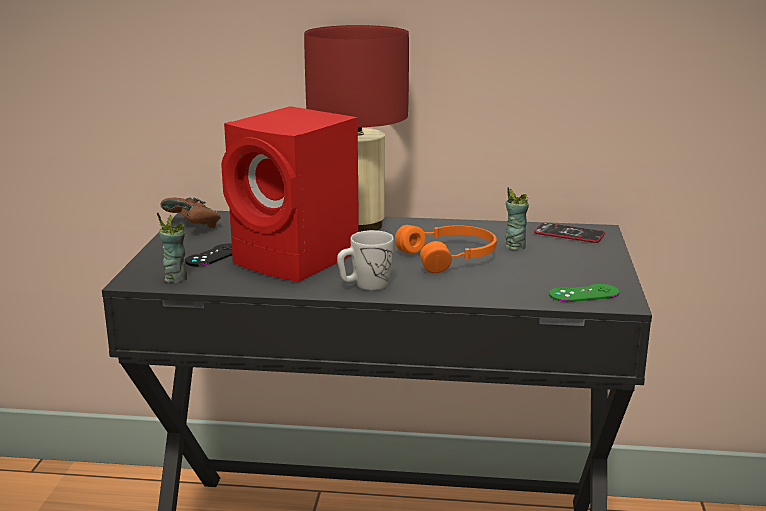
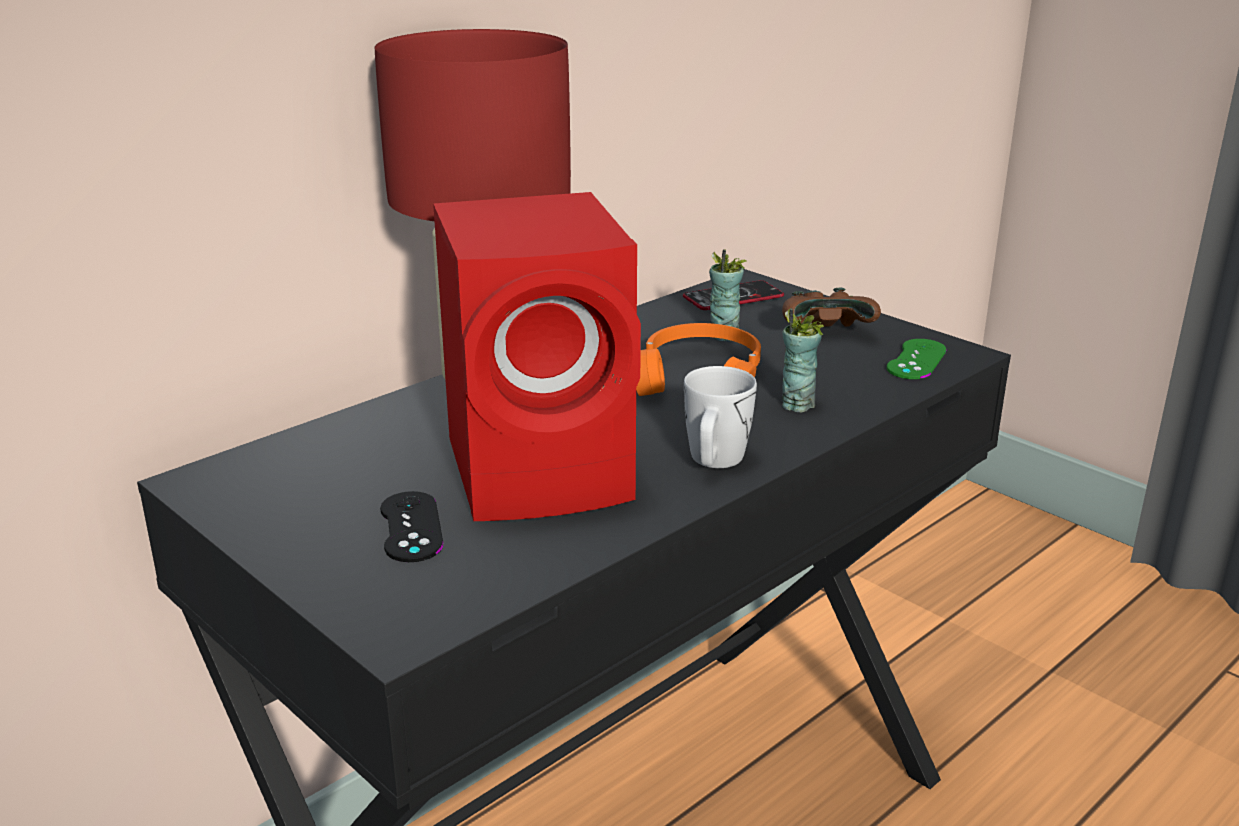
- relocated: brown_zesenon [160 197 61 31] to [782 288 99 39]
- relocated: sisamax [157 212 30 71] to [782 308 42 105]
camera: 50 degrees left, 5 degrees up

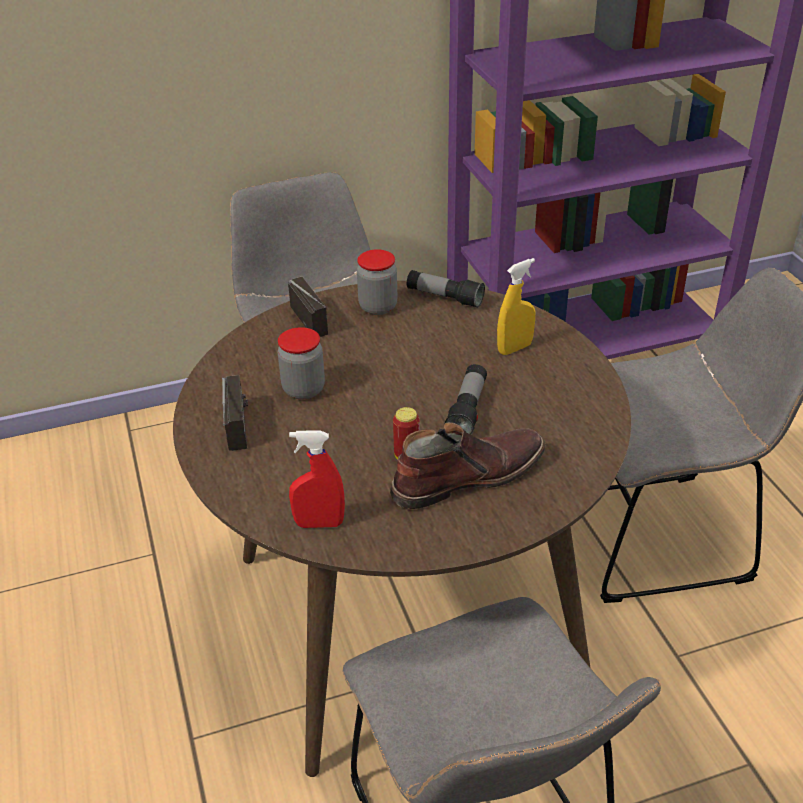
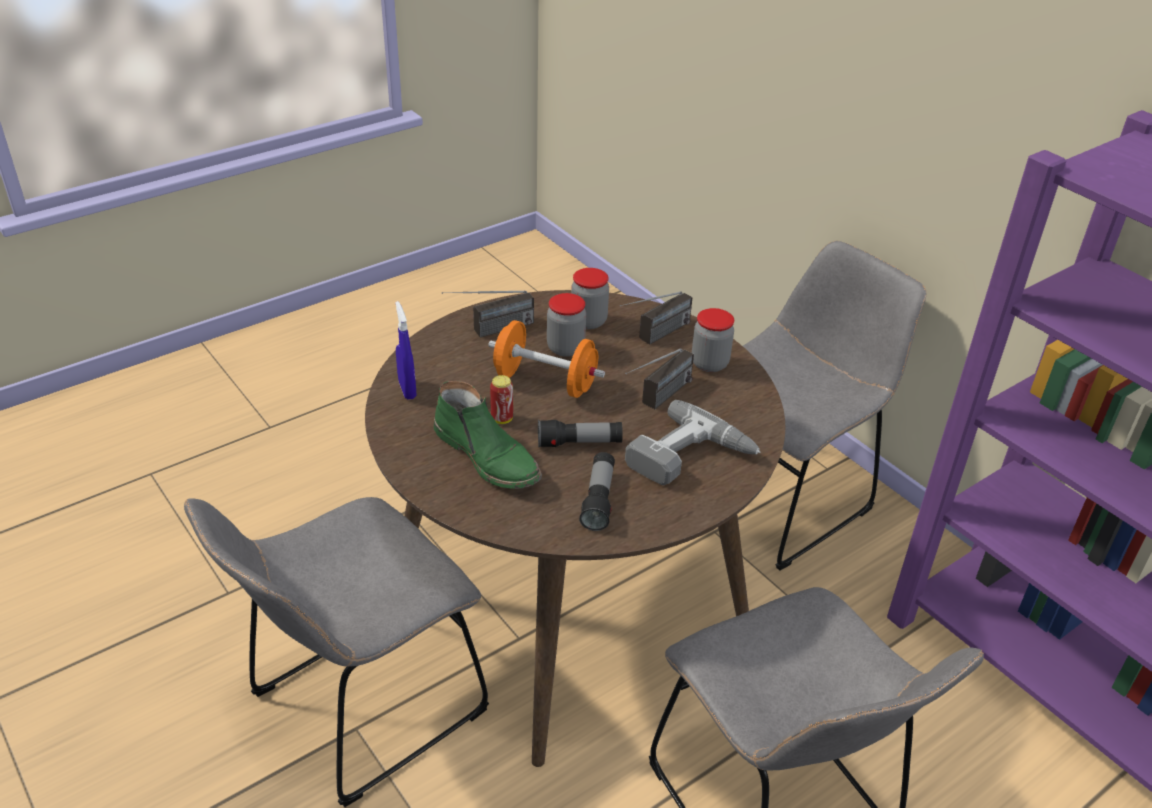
- colour: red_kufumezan [289 430 56 98] to blue_kufumezan [396 301 21 99]
- colour: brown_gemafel [390 422 156 87] to green_gemafel [434 381 108 108]
- appeared: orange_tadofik [488 320 117 78]
- appeared: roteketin [571 268 38 61]
- relocated: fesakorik [407 270 78 38] to [579 452 36 79]
- appeared: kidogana [625 349 69 60]
- exchanged: yellow_kufumezan [497 258 38 97] to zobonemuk [625 400 135 85]
camera: 70 degrees right, 0 degrees up

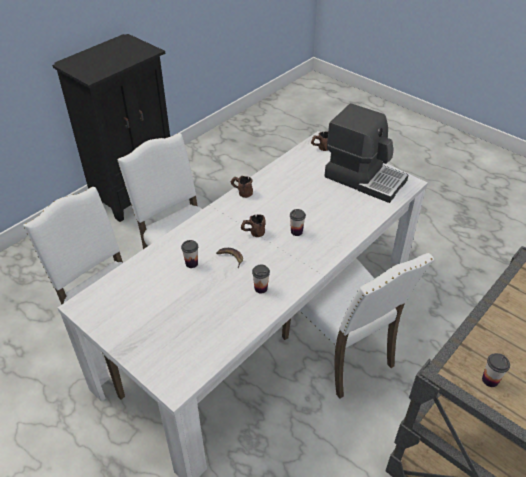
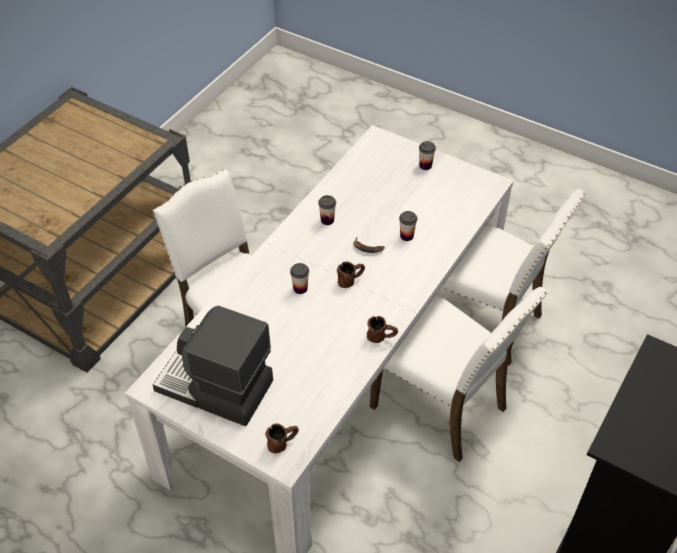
- relocated: sisamax [482 353 28 34] to [419 141 17 29]
camera: 170 degrees right, 5 degrees up

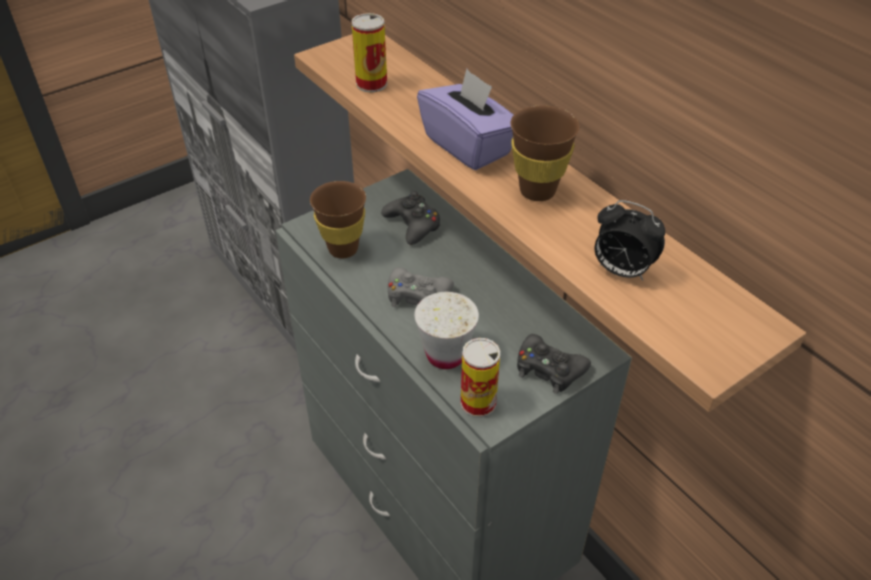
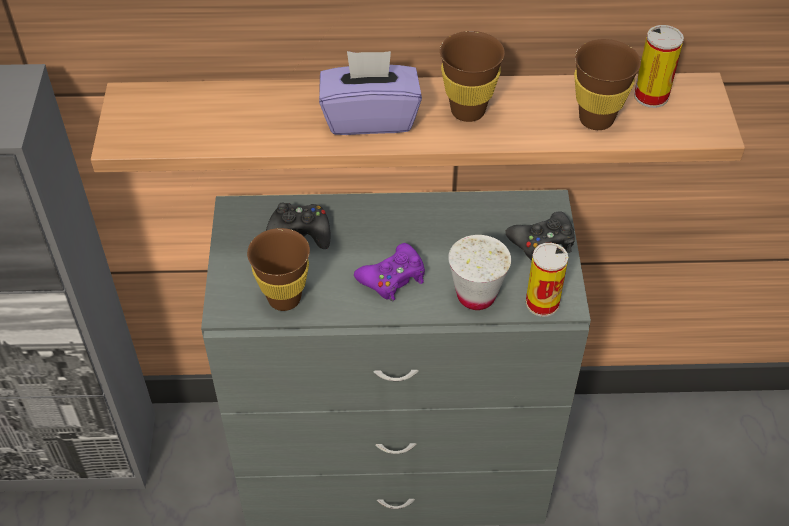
- colour: grey_zesenon [388 267 66 40] to purple_zesenon [354 243 71 58]
- exchanged: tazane [594 200 71 81] to brown_sisamax [574 39 67 91]
- relocated: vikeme [351 13 36 80] to [634 25 50 83]
camera: 55 degrees left, 5 degrees up

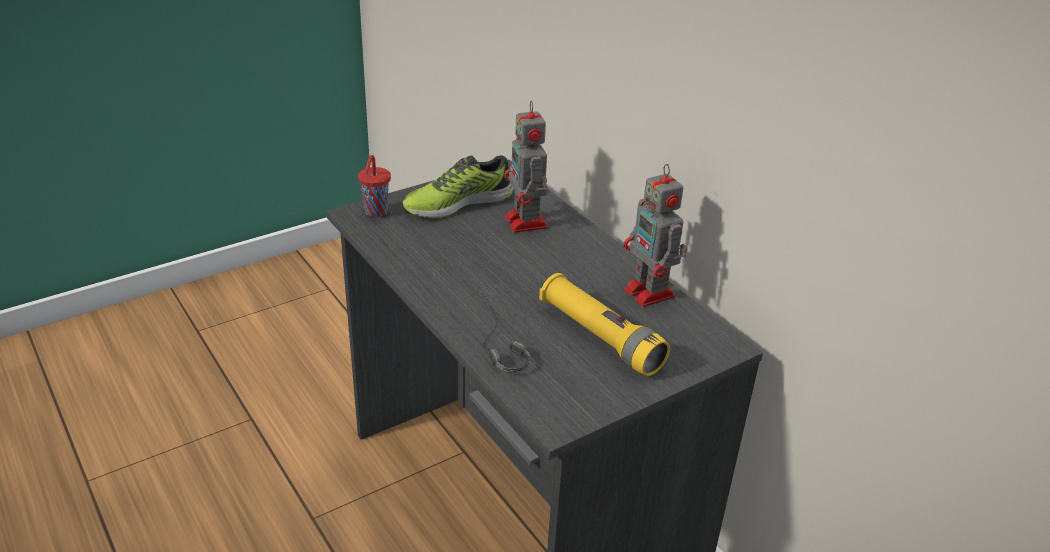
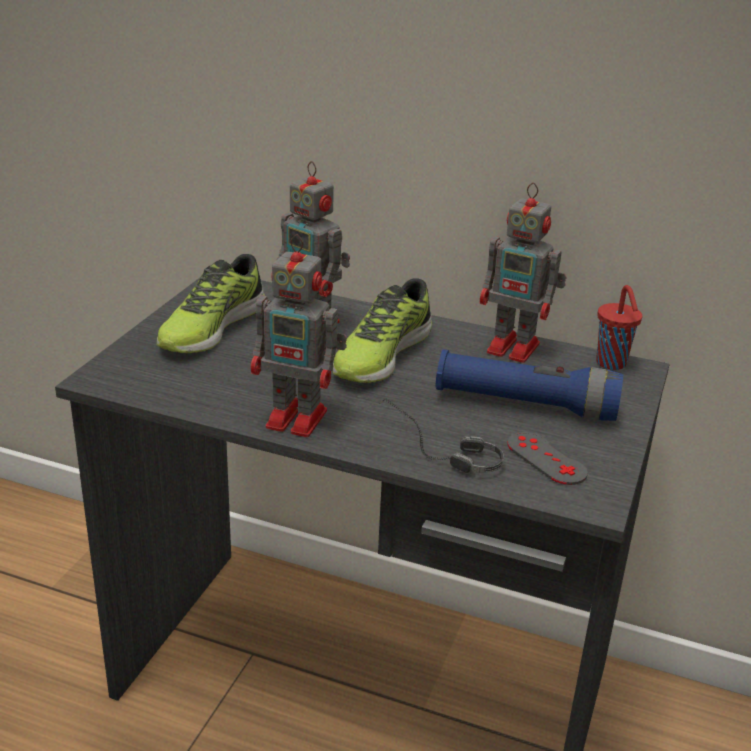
- appeared: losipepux [251 234 96 203]
- appeared: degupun [332 278 100 105]
- colour: yellow_fesakorik [539 273 131 103] to blue_fesakorik [435 349 188 72]
- appeared: grey_zesenon [507 432 81 53]
- relocated: red_sisamax [358 155 33 62] to [596 285 46 85]
camera: 35 degrees left, 5 degrees down

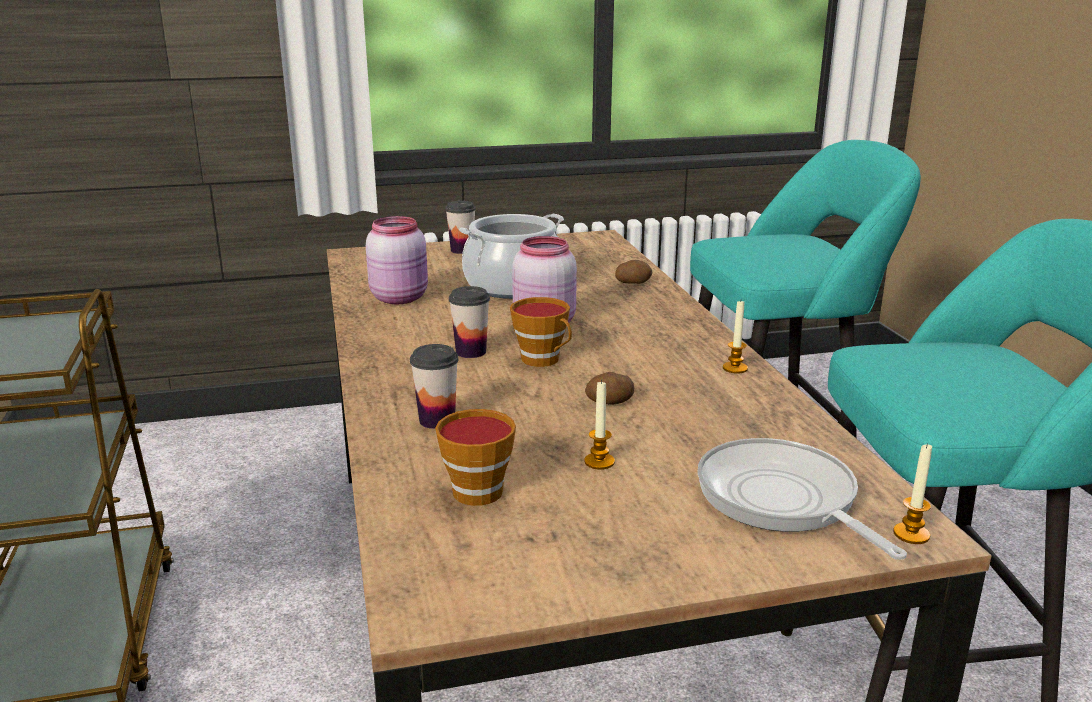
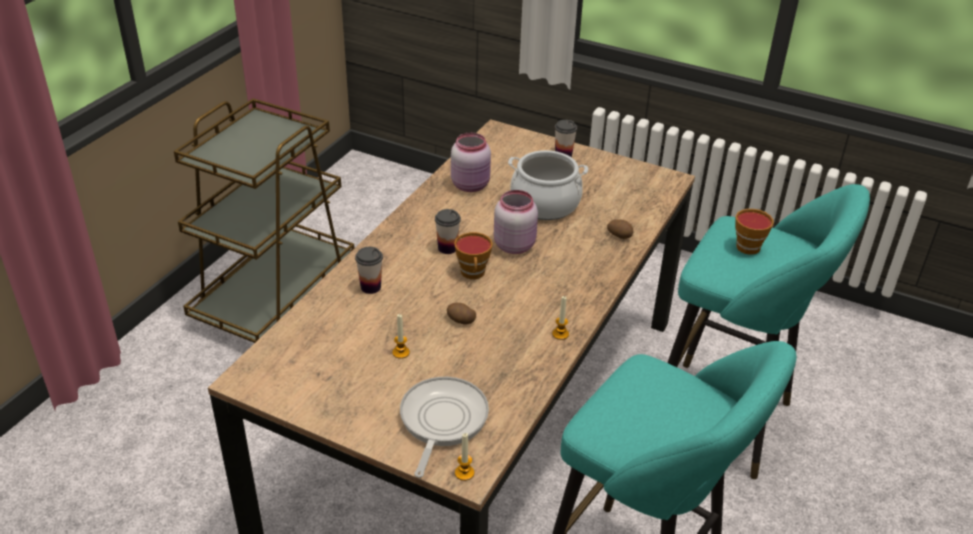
- relocated: sisamax [435 409 81 97] to [735 209 39 46]
camera: 40 degrees right, 15 degrees up

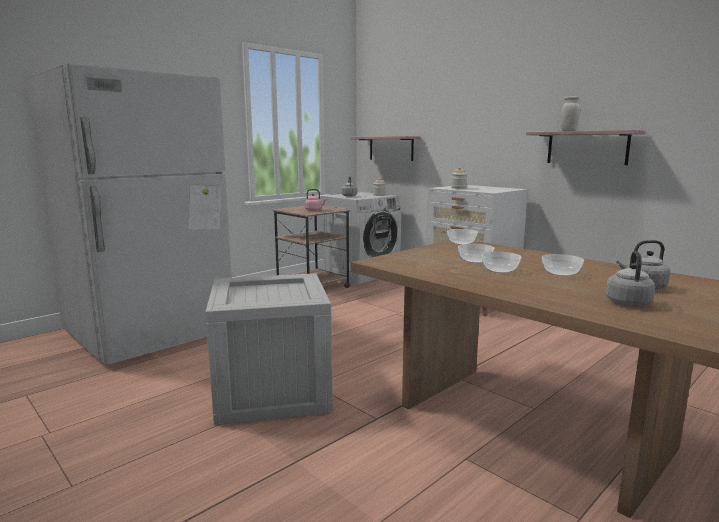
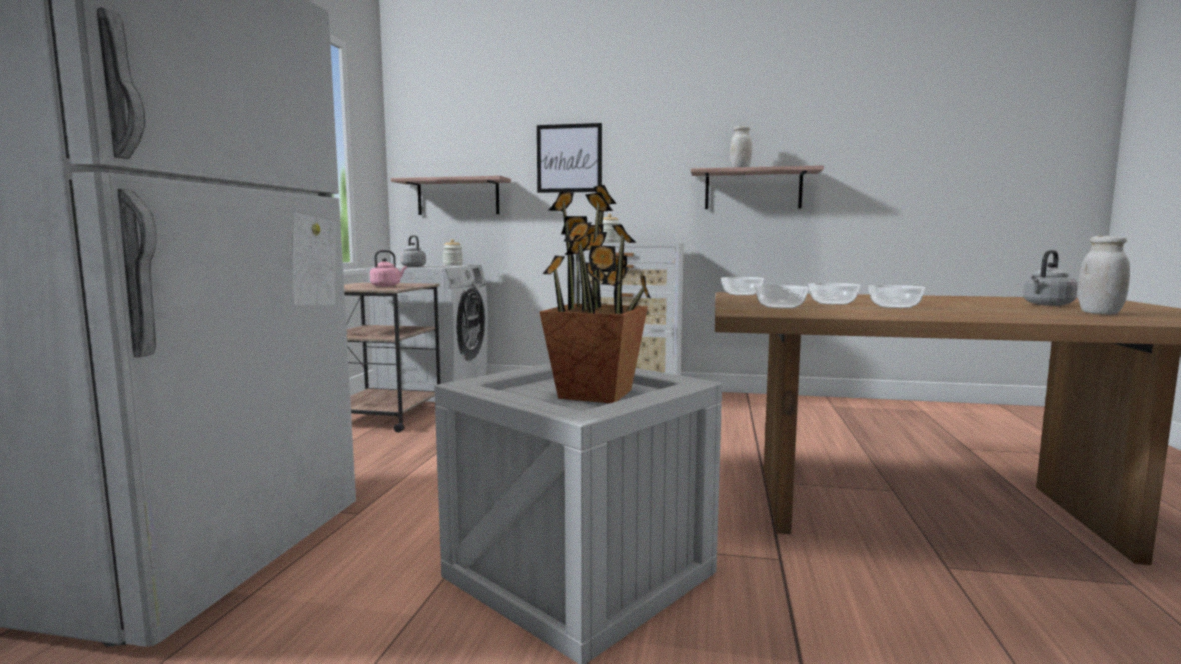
- appeared: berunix [537 123 65 70]
- appeared: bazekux [539 185 112 218]
- relocated: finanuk [542 254 42 22] to [755 285 54 24]
- exchanged: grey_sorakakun [606 251 49 56] to white_roteketin [1078 236 52 78]
camera: 35 degrees left, 5 degrees down

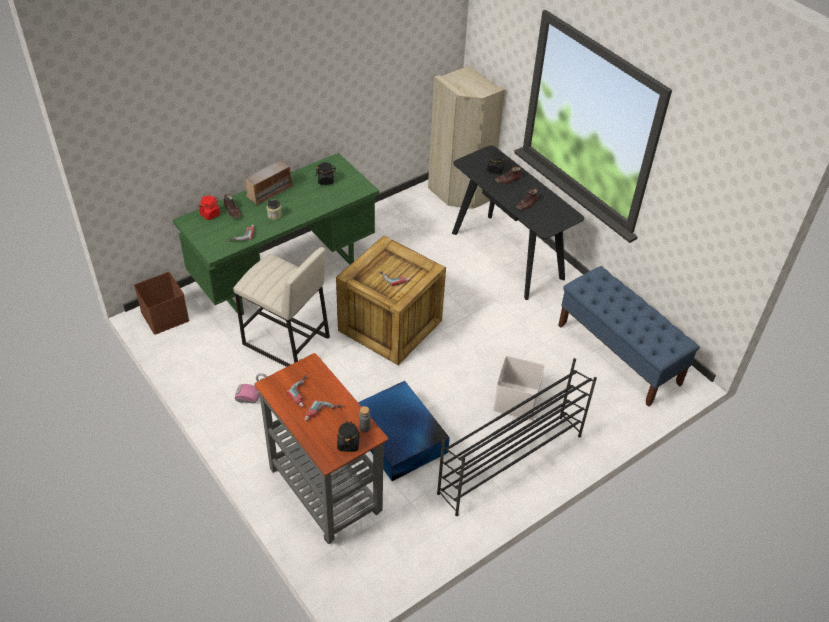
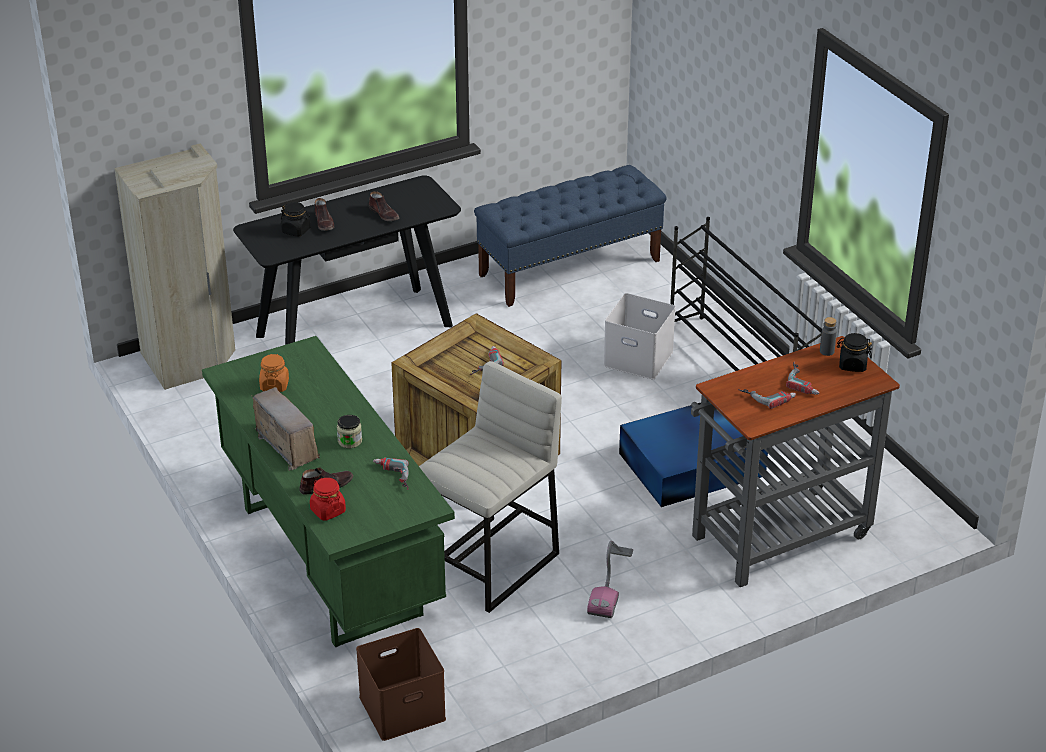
- colour: black_roteketin [316 162 20 23] to orange_roteketin [259 354 30 38]
camera: 80 degrees left, 10 degrees down

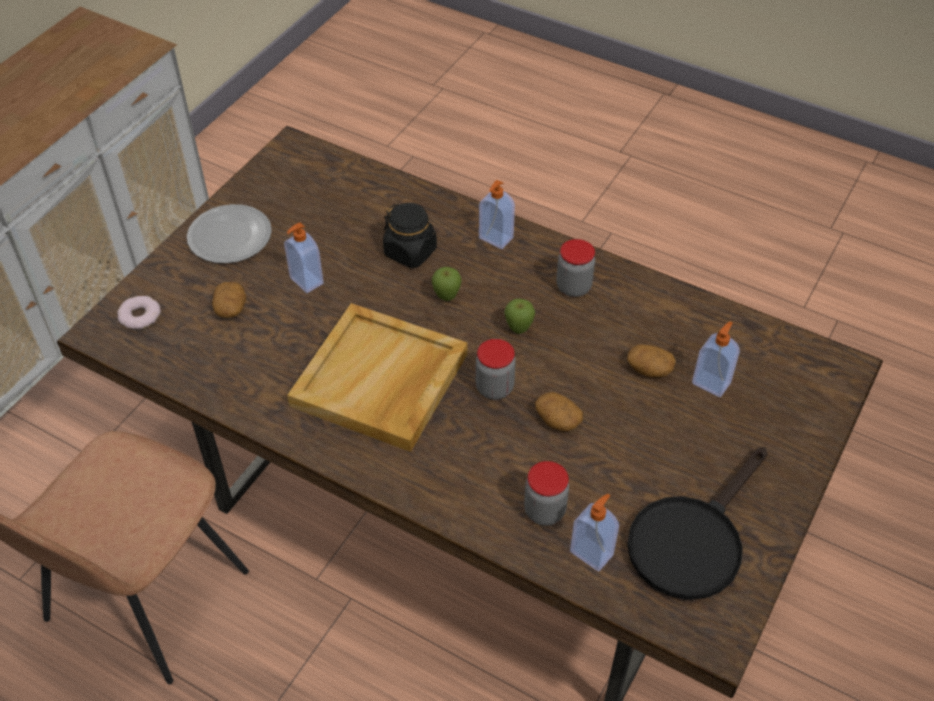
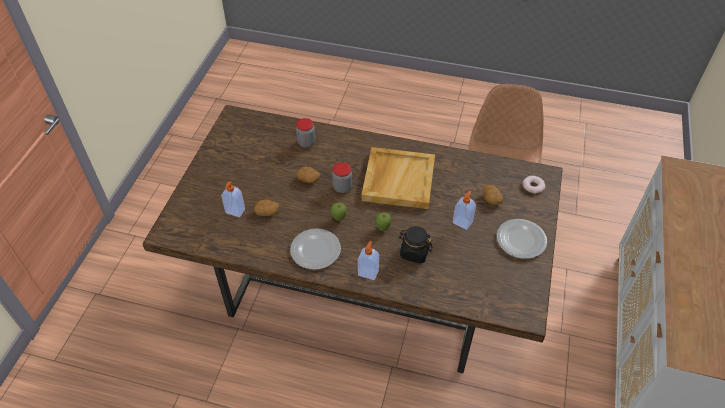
- exchanged: roteketin [556 239 39 58] to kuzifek [290 228 51 42]
- missing: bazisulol [570 494 49 77]
- missing: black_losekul [627 447 140 153]
camera: 165 degrees right, 0 degrees up

